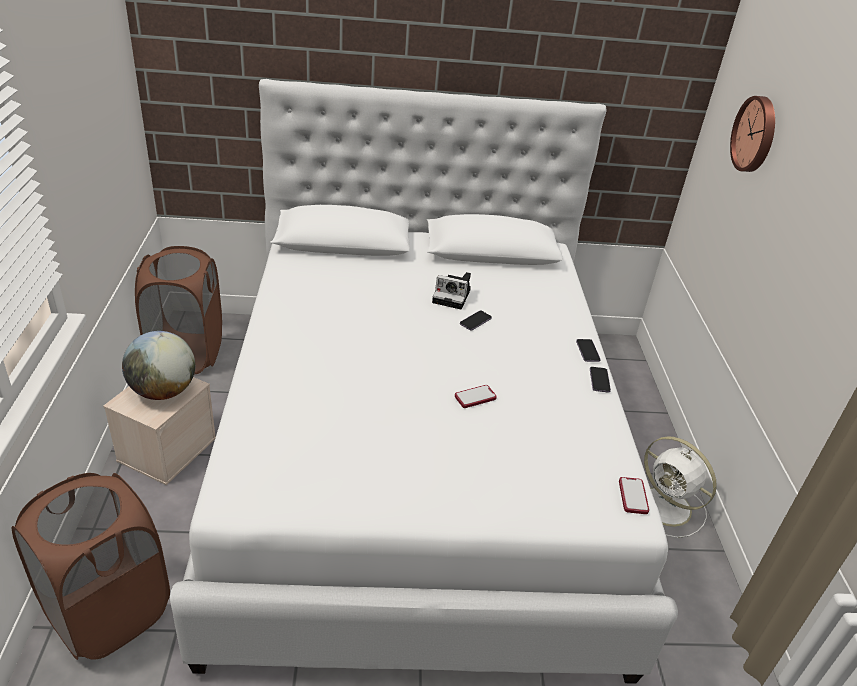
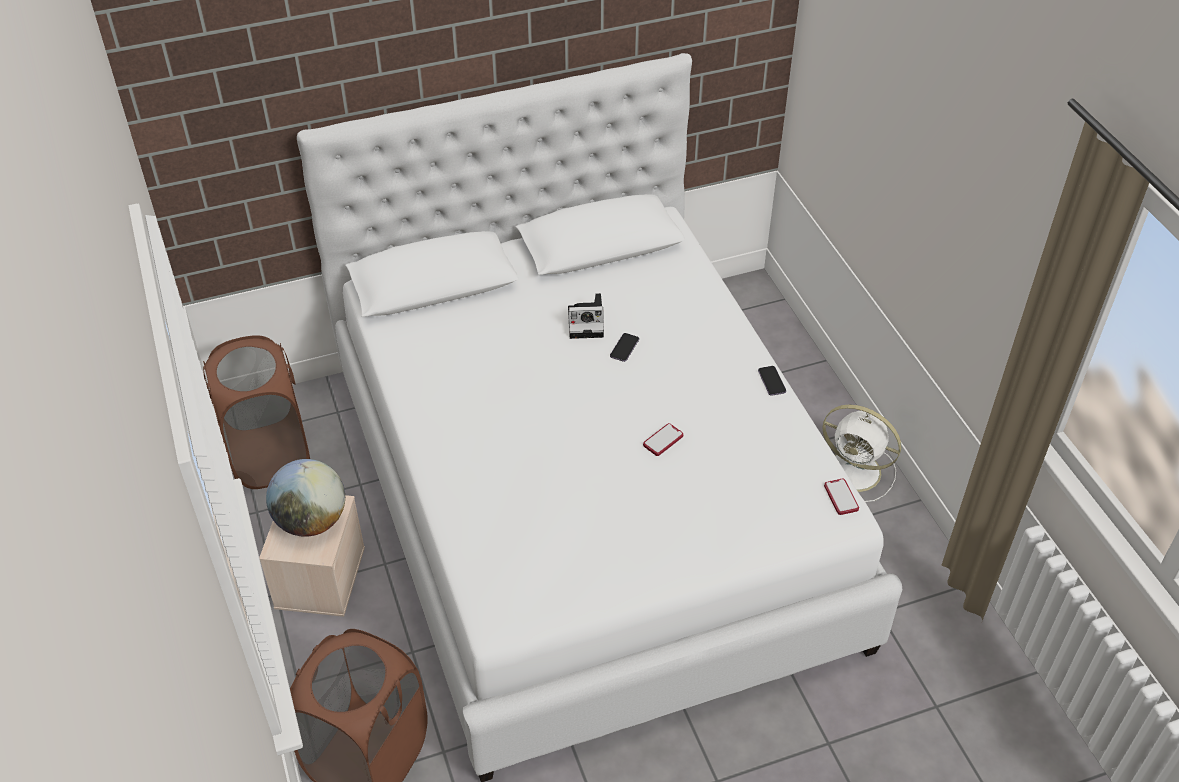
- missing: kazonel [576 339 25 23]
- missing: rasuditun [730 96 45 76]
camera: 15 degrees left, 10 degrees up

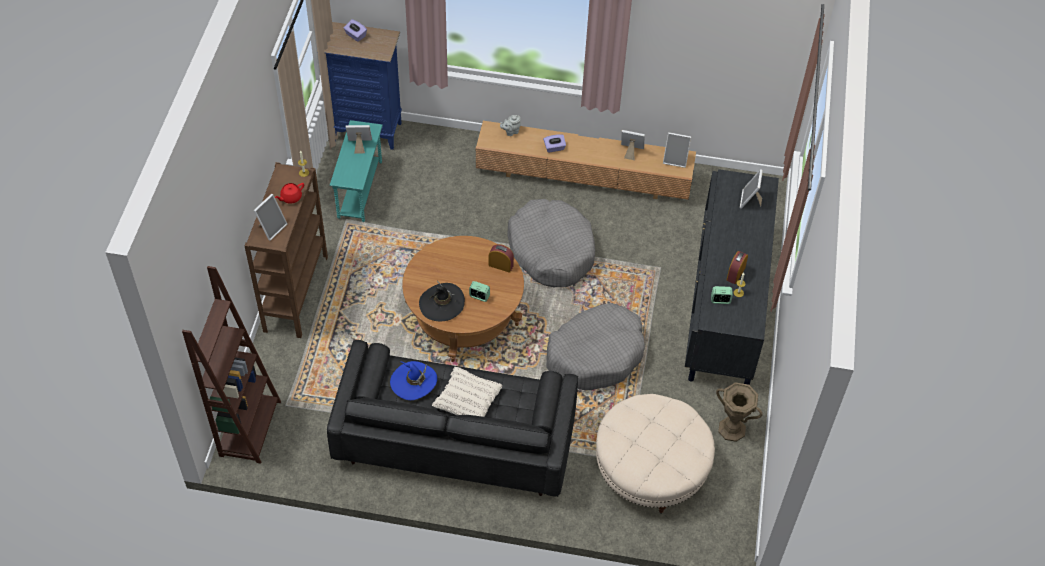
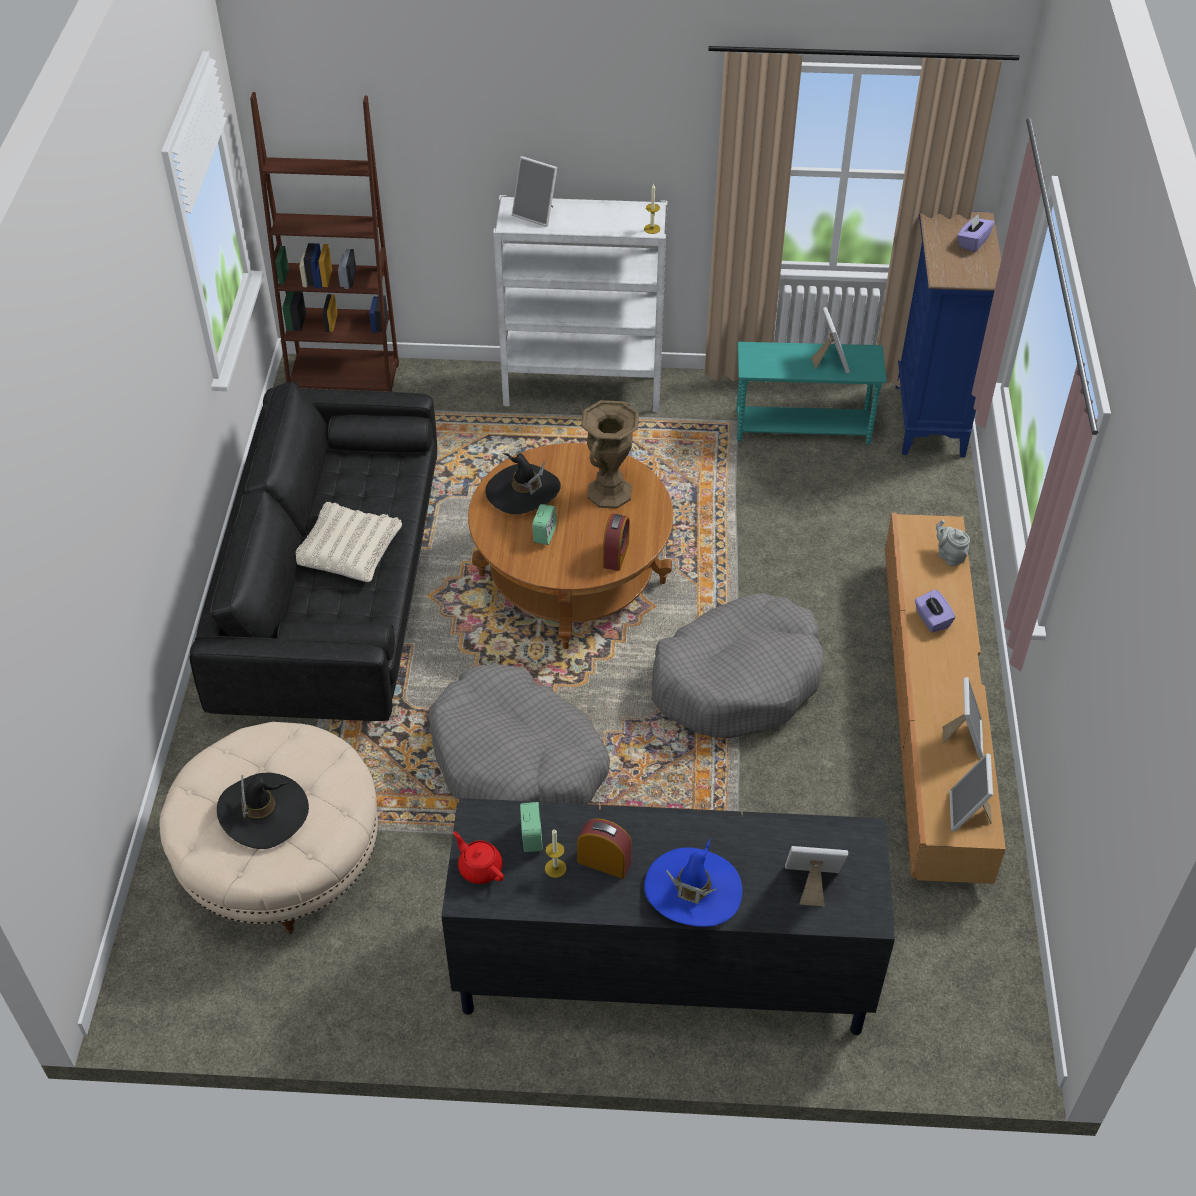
- appeared: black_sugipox [217 773 92 76]
- relocated: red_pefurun [275 183 29 21] to [453 831 51 53]
- colour: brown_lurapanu [244 162 84 176] to white_lurapanu [493 195 174 217]
- relocated: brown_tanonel [716 382 47 60] to [581 400 58 109]
- relocated: blue_sugipox [390 361 47 39] to [644 839 98 88]
camera: 85 degrees right, 5 degrees down

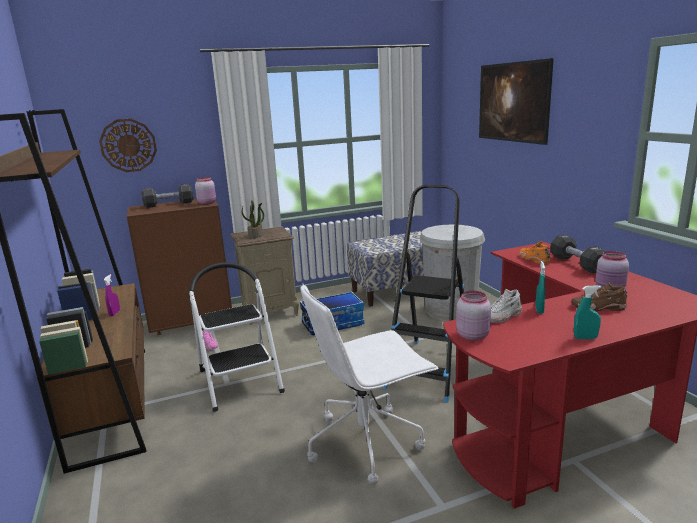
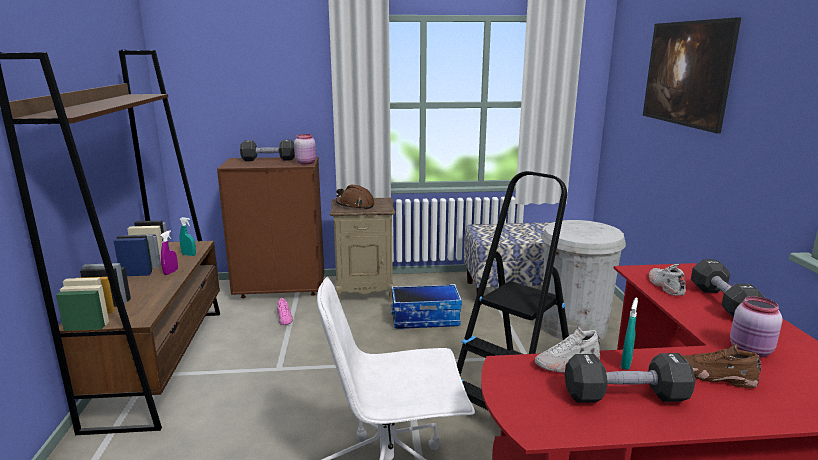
- relocated: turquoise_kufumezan [574 285 27 54] to [179 217 17 39]
- exchanged: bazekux [242 200 22 39] to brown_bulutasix [336 184 39 25]
- appeared: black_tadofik [565 353 131 50]
- colour: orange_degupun [520 241 31 23] to white_degupun [649 264 37 32]
- missing: rasuditun [99 119 58 53]
- missing: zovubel [189 262 96 150]
- missing: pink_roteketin [456 291 35 50]
camera: 15 degrees right, 0 degrees up

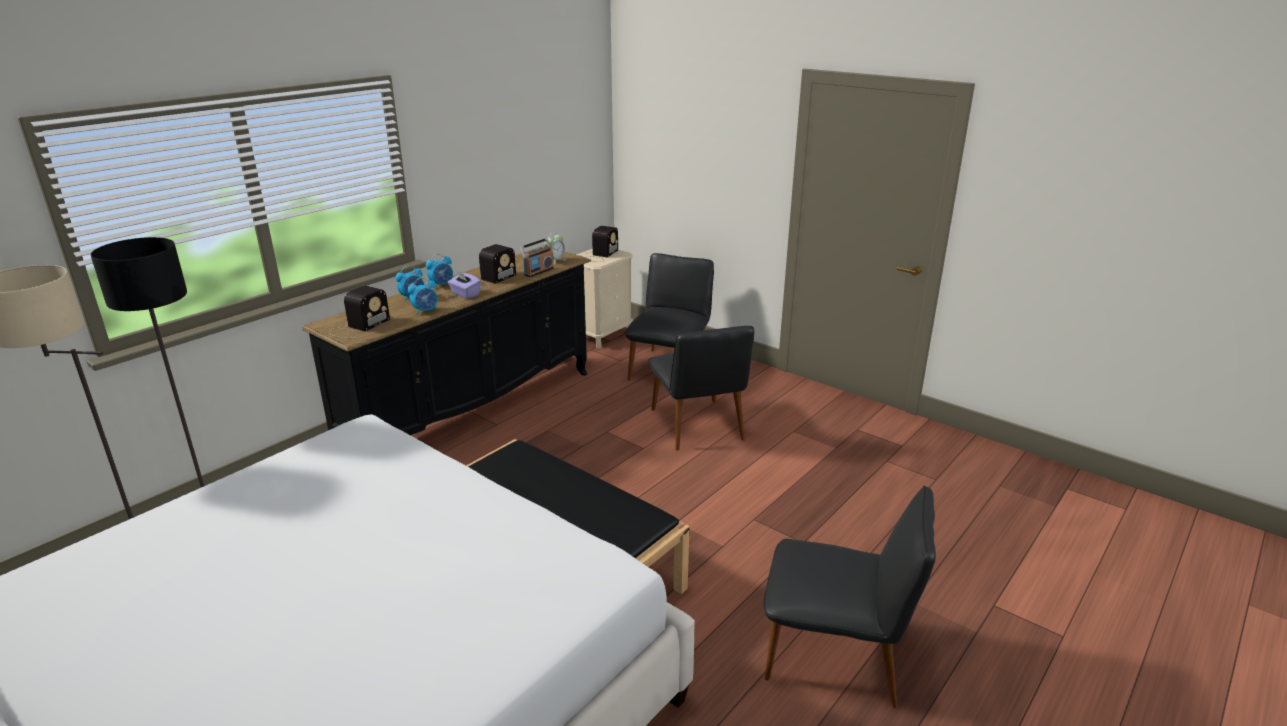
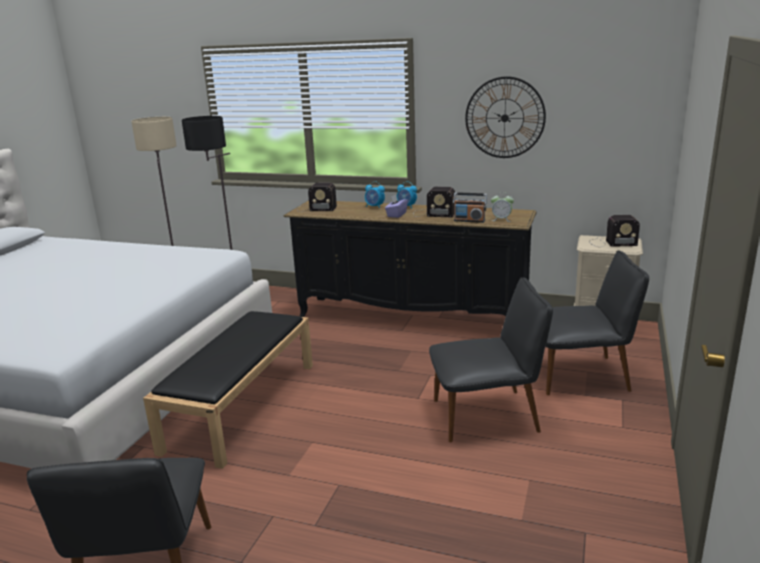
- spun: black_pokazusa [648 326 106 125] = [429 277 124 165] 150 degrees counterclockwise
- appeared: rasuditun [465 76 81 82]
- missing: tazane [408 278 29 37]
camera: 70 degrees right, 5 degrees down

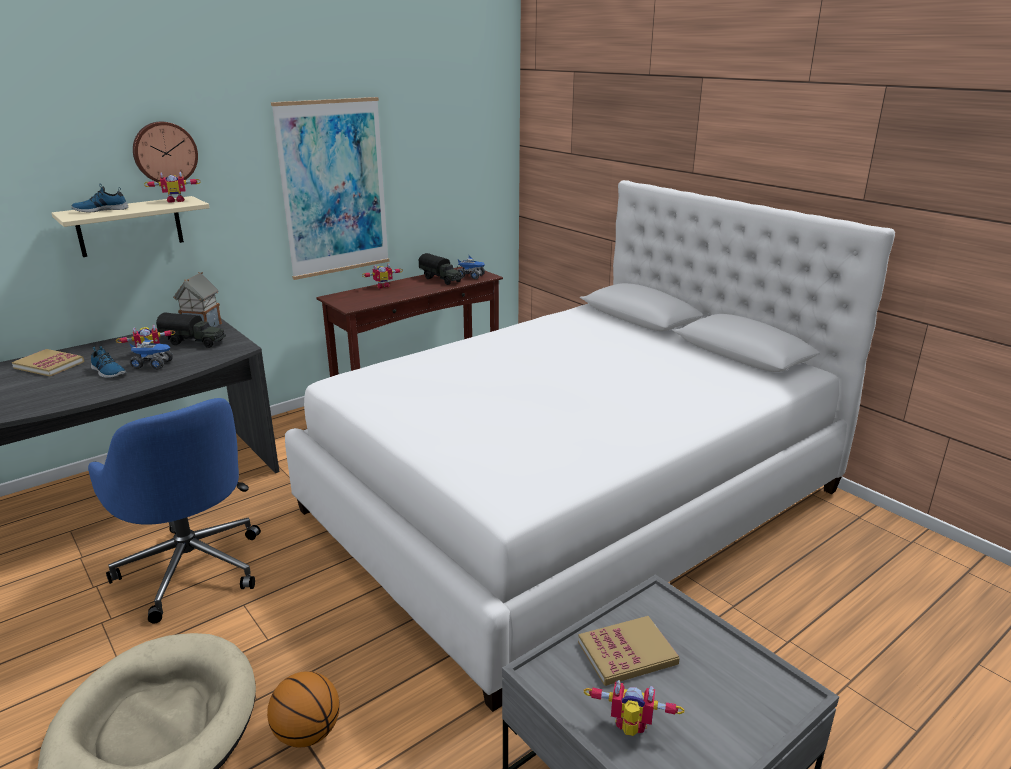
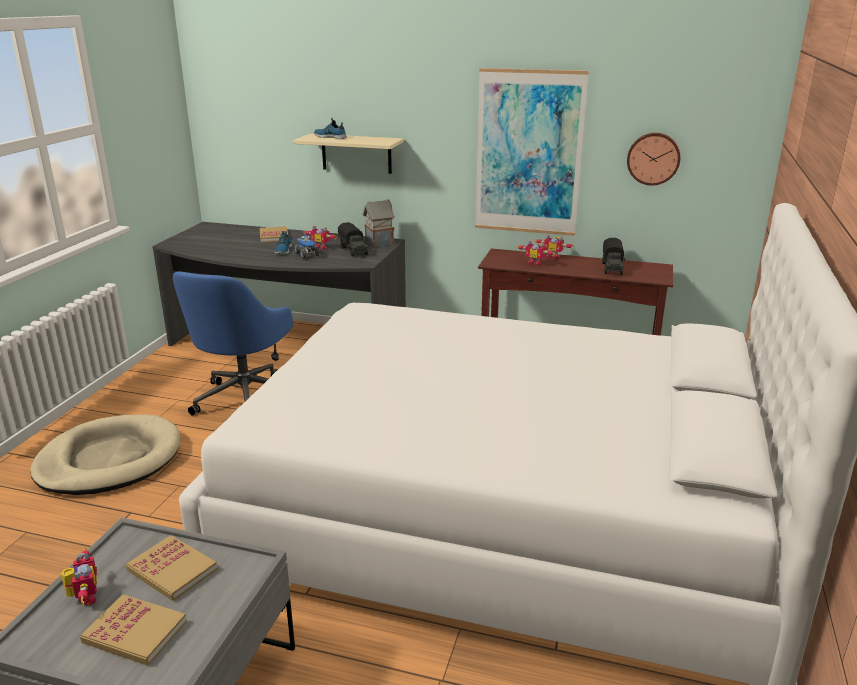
- appeared: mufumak [80 594 107 71]
- relocated: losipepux [144 172 57 31] to [517 240 38 26]
- relocated: rasuditun [133 121 65 62] to [627 133 53 53]
- missing: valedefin [267 671 73 77]
- missing: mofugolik [457 256 28 23]
camera: 55 degrees right, 0 degrees up

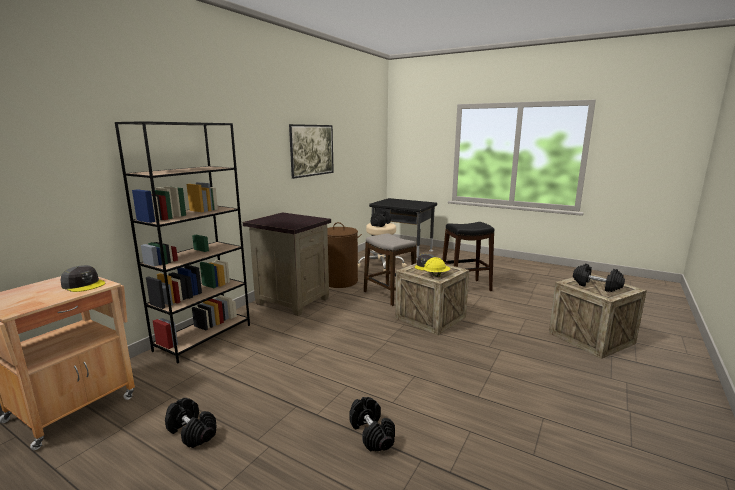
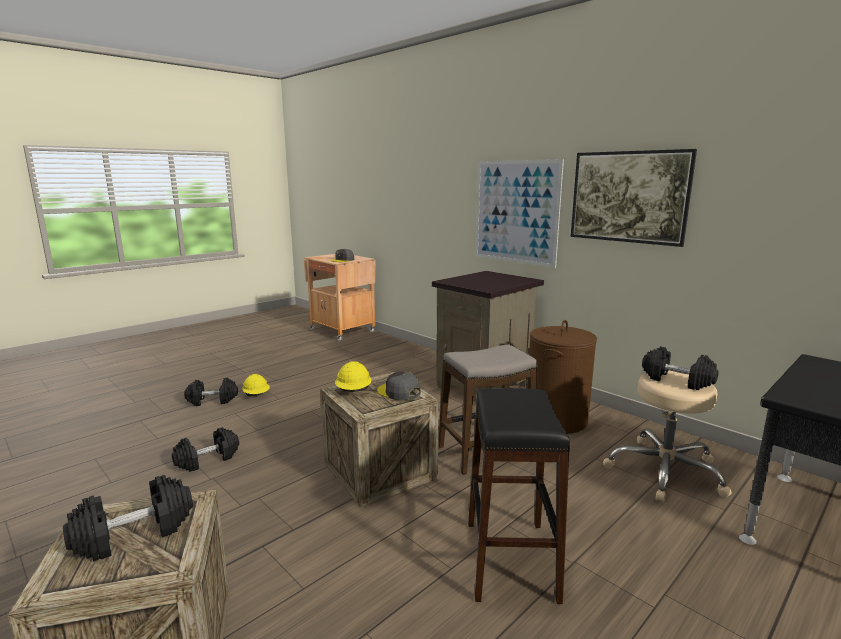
- relocated: black_tadofik [165 398 52 50] to [172 427 67 45]
- appeared: yellow_bulutasix [242 374 28 22]
- appeared: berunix [475 159 89 109]
- missing: beige_lurapanu [115 121 135 242]
camera: 105 degrees right, 0 degrees up

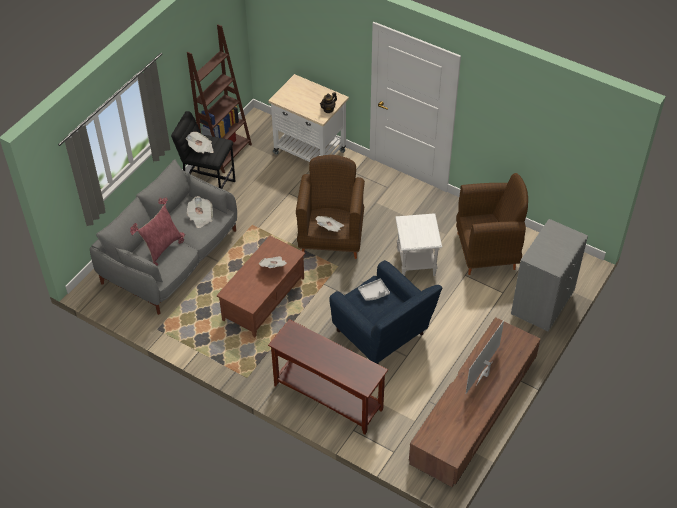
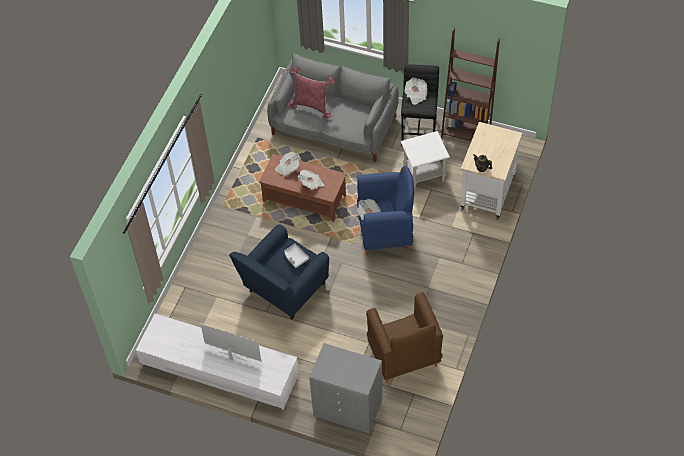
- colour: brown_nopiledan [409 317 131 170] to white_nopiledan [136 314 163 96]
- relocated: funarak [187 196 26 32] to [275 152 25 25]
- colour: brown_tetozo [296 155 69 104] to blue_tetozo [357 166 57 89]
- relocated: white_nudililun [395 213 47 63] to [400 131 50 59]
- missing: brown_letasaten [268 319 120 116]
camera: 80 degrees right, 5 degrees up

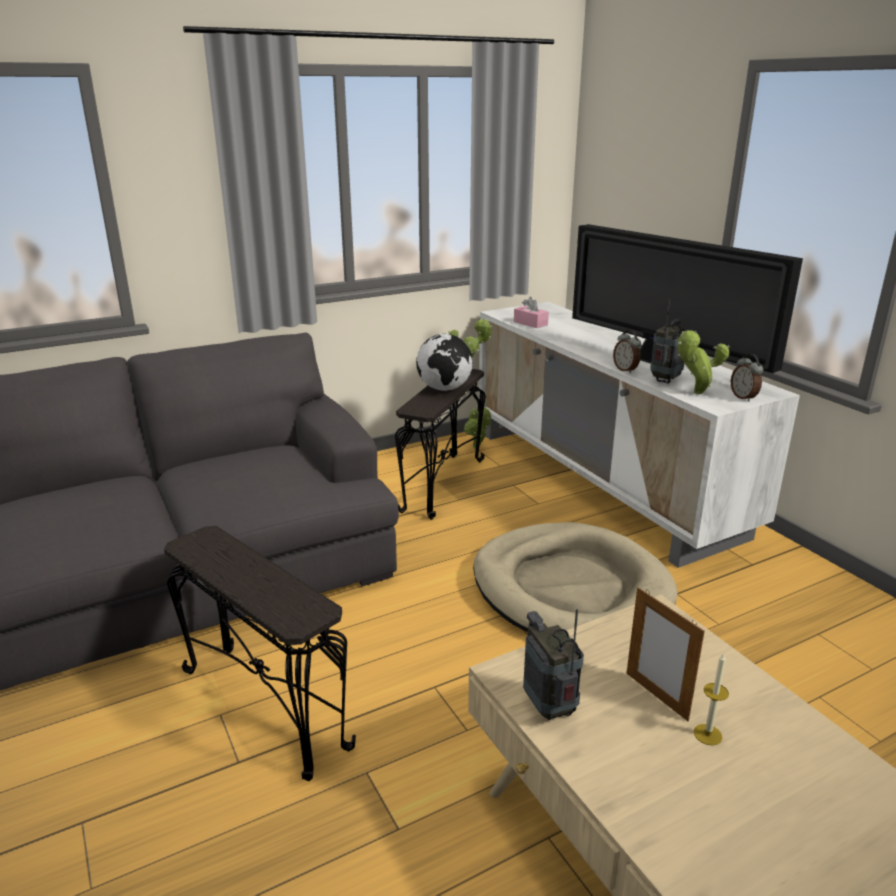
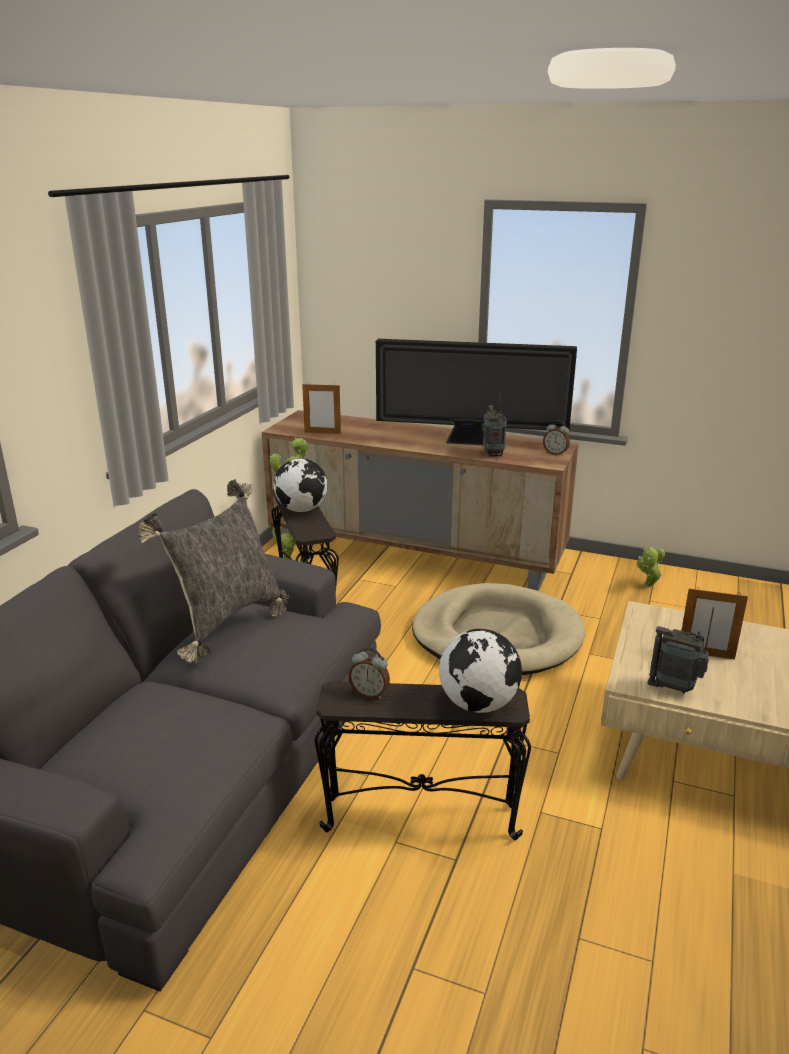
- appeared: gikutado [137 479 154 184]
- colour: white_nopiledan [479 302 321 266] to brown_nopiledan [262 410 317 181]
- exchanged: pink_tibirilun [514 297 35 31] to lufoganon [302 384 39 50]
- relocated: tazane [613 330 28 43] to [349 647 41 52]
- appeared: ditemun [439 629 83 84]
- relocated: bazekux [678 330 52 64] to [637 547 28 40]
- missing: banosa [694 652 35 93]
camera: 40 degrees left, 0 degrees up

